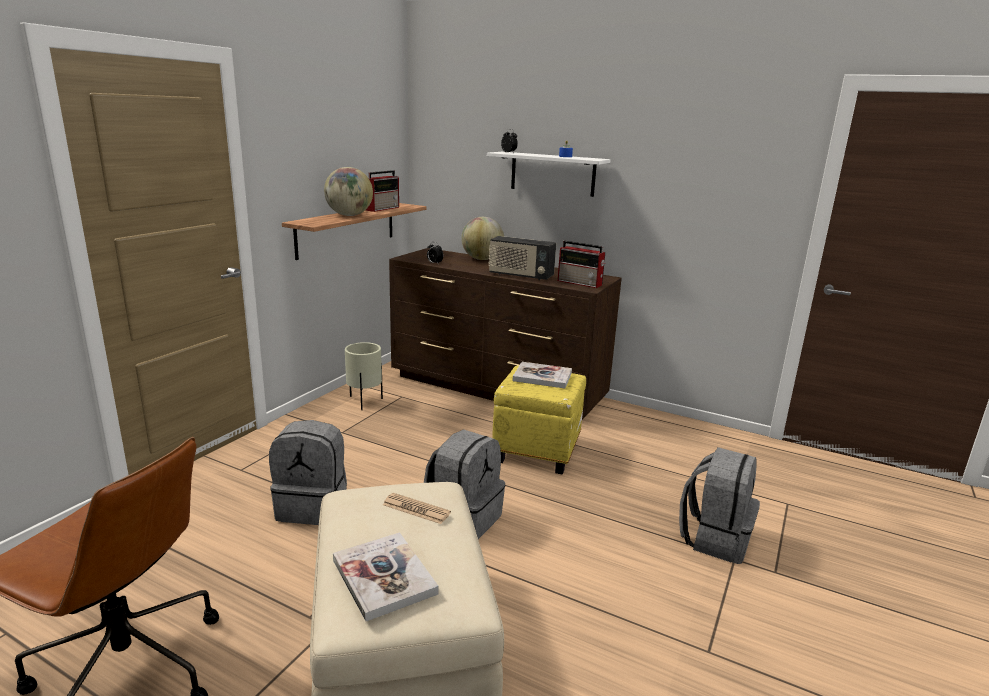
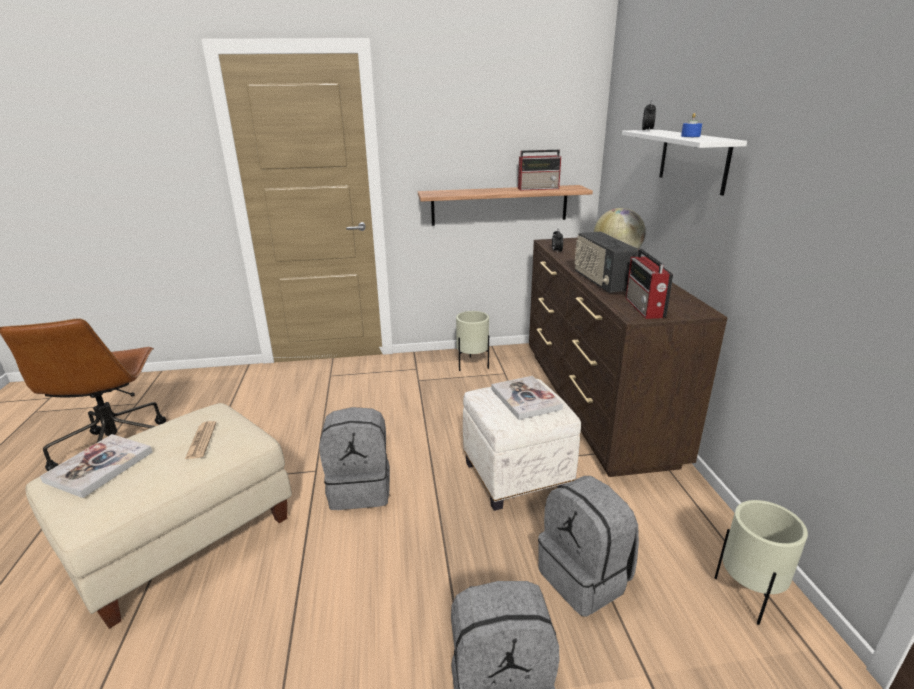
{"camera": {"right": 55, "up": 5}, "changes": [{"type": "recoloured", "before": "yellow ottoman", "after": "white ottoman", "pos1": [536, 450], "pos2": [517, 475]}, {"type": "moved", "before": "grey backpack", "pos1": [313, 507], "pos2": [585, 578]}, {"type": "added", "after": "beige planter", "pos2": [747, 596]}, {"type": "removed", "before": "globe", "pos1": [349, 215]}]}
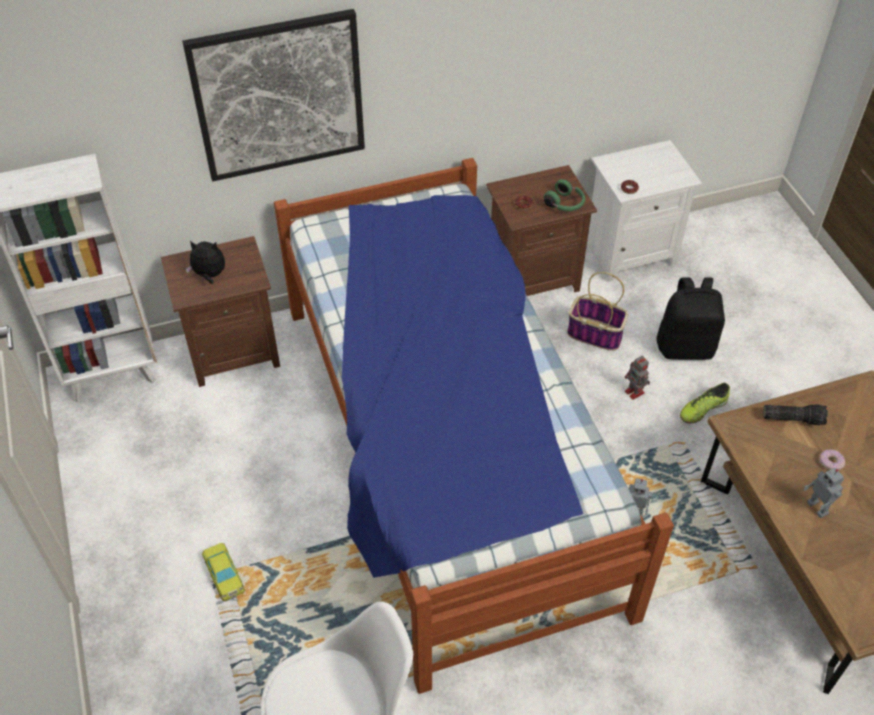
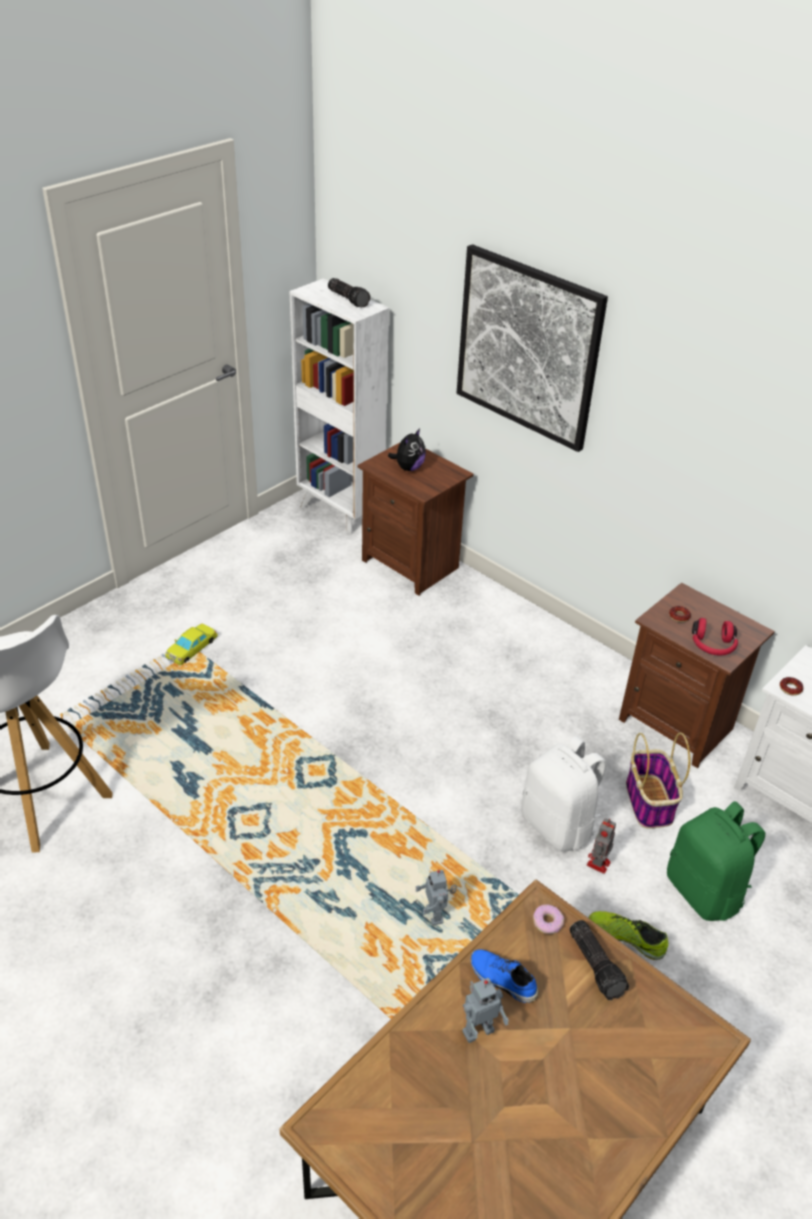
{"camera": {"right": 60, "up": -10}, "changes": [{"type": "added", "after": "flashlight", "pos2": [349, 299]}, {"type": "turned", "before": "plush toy", "pos1": [209, 275], "pos2": [408, 468], "turn": 60}, {"type": "turned", "before": "toy robot", "pos1": [818, 507], "pos2": [477, 1030], "turn": -150}, {"type": "added", "after": "blue shoe", "pos2": [502, 980]}, {"type": "added", "after": "white backpack", "pos2": [558, 825]}, {"type": "moved", "before": "donut", "pos1": [831, 462], "pos2": [547, 922]}, {"type": "recoloured", "before": "black backpack", "after": "green backpack", "pos1": [685, 346], "pos2": [705, 892]}, {"type": "recoloured", "before": "green headphones", "after": "red headphones", "pos1": [565, 204], "pos2": [712, 646]}, {"type": "removed", "before": "bed", "pos1": [445, 451]}]}
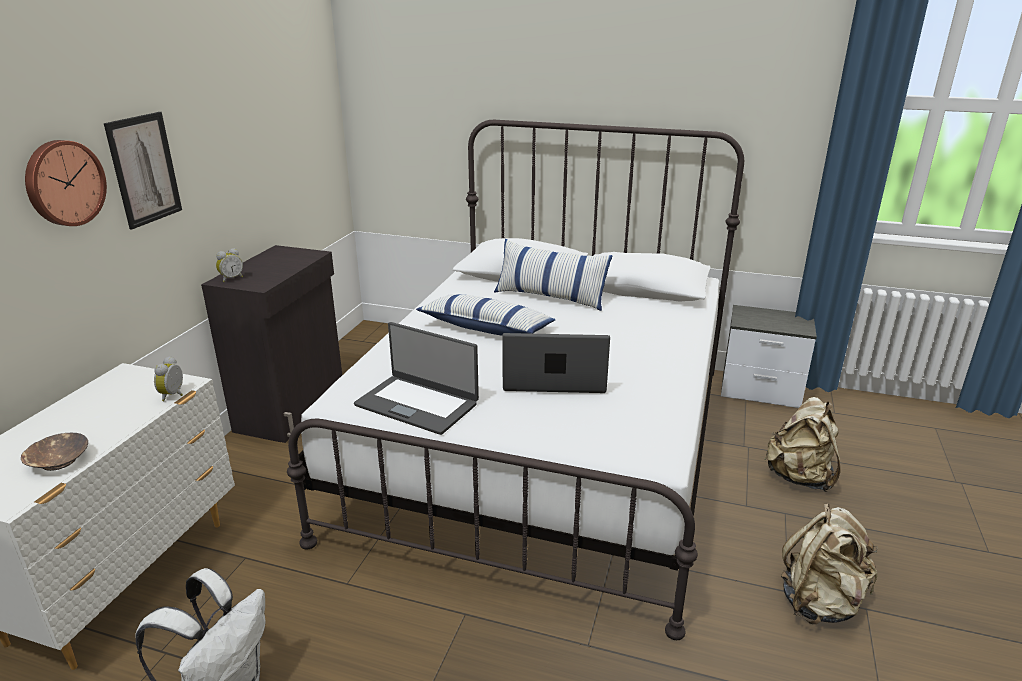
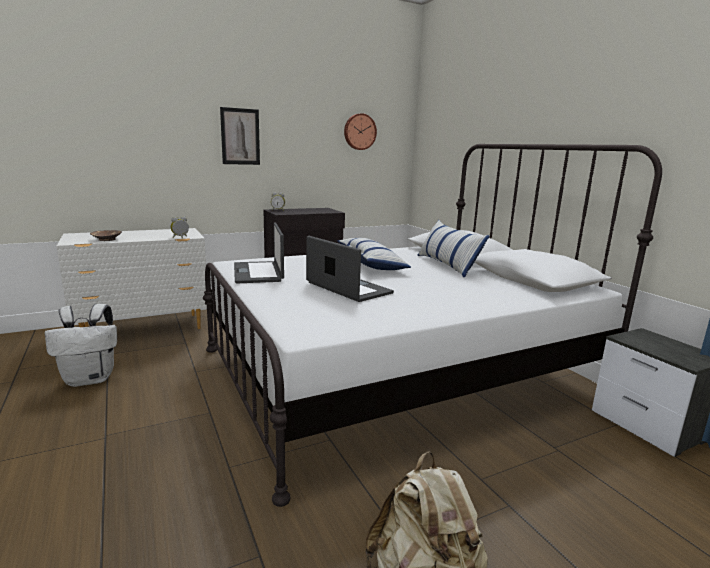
{"camera": {"right": 45, "up": -10}, "changes": [{"type": "moved", "before": "wall clock", "pos1": [63, 183], "pos2": [359, 132]}, {"type": "removed", "before": "beige backpack", "pos1": [799, 477]}]}
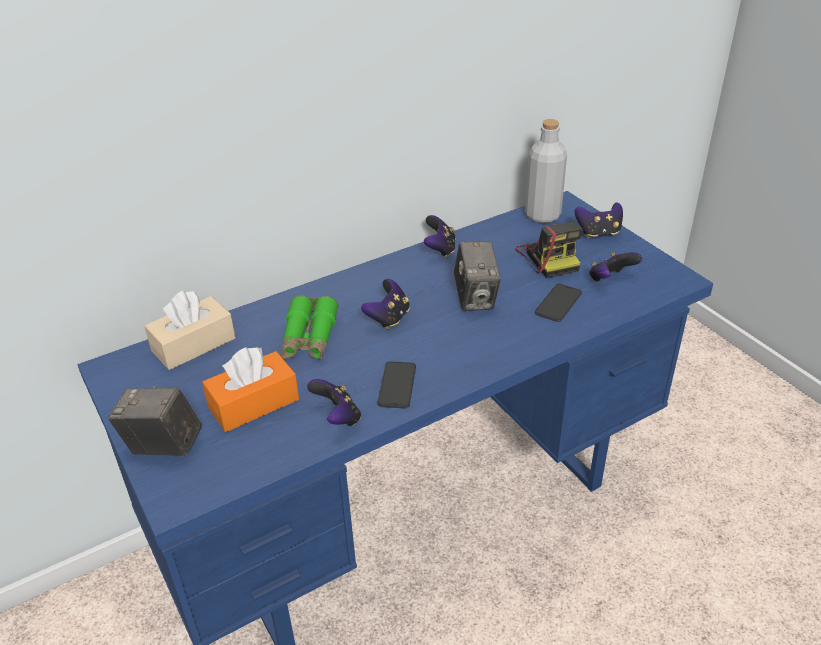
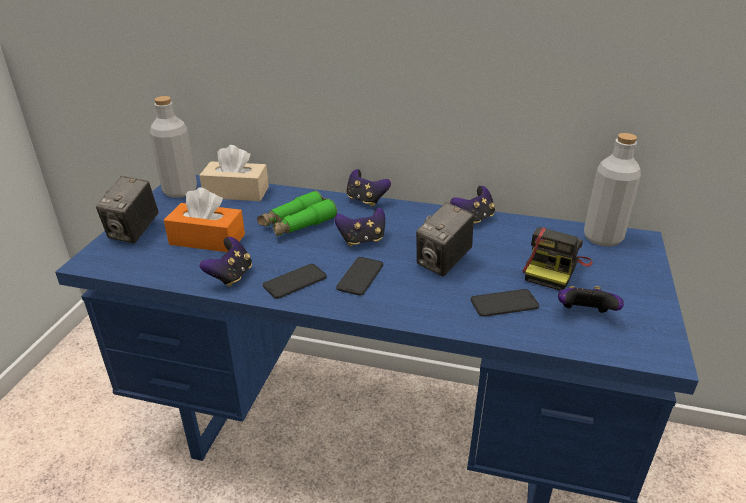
{"camera": {"right": 45, "up": -5}, "changes": [{"type": "turned", "before": "photo camera", "pos1": [163, 446], "pos2": [134, 232], "turn": -135}, {"type": "added", "after": "grey bottle", "pos2": [180, 191]}, {"type": "added", "after": "phone", "pos2": [360, 276]}, {"type": "moved", "before": "game controller", "pos1": [598, 233], "pos2": [366, 200]}]}
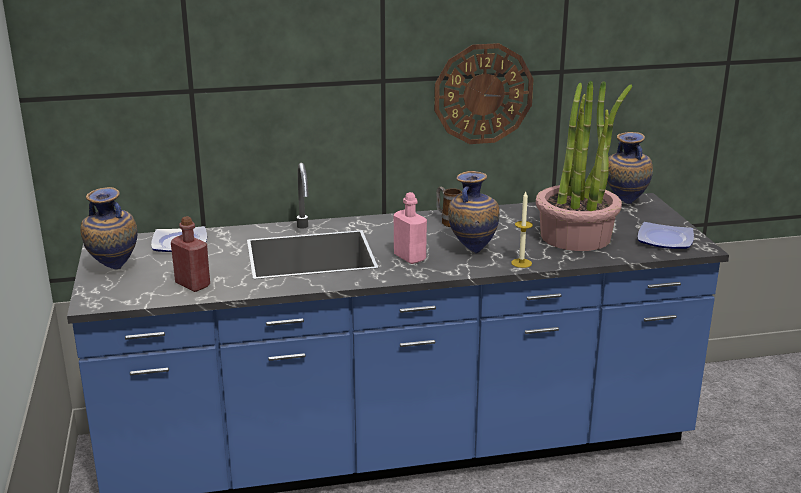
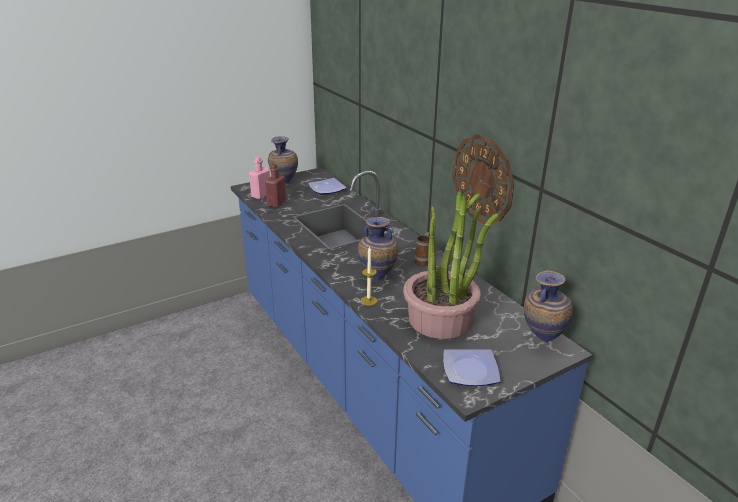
{"camera": {"right": 70, "up": 5}, "changes": [{"type": "moved", "before": "pink bottle", "pos1": [409, 257], "pos2": [261, 195]}]}
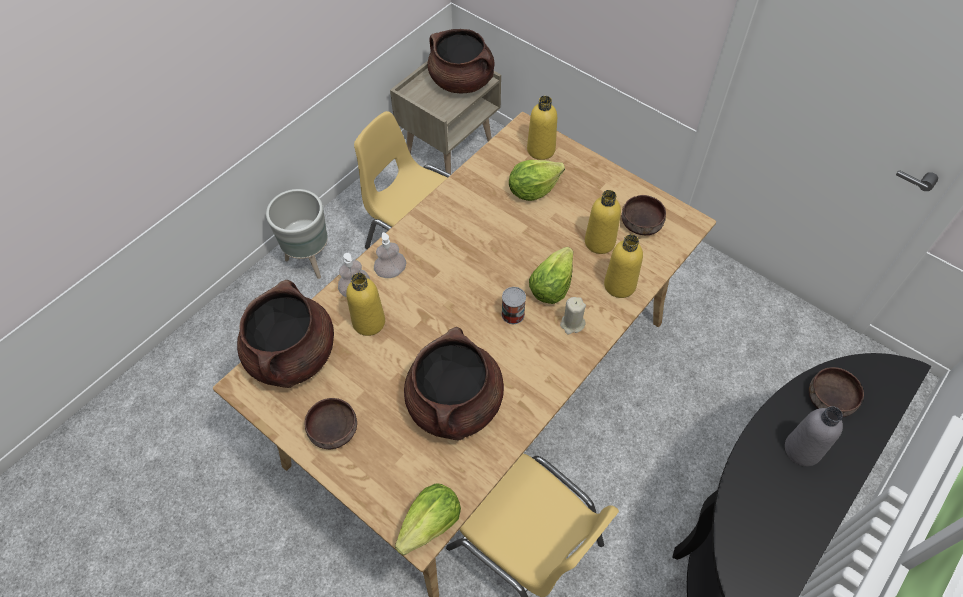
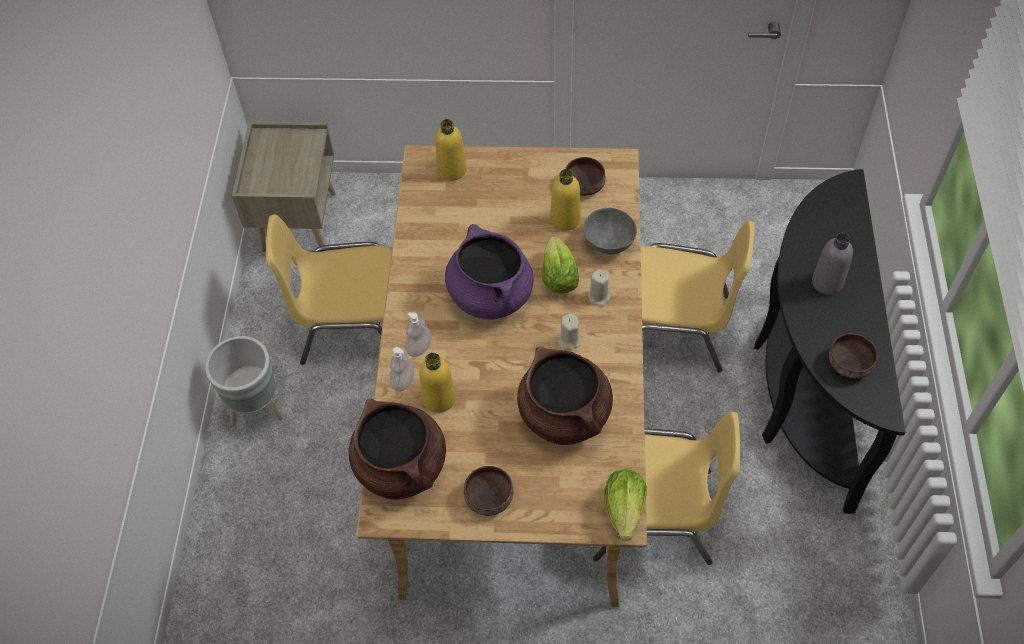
{"camera": {"right": -35, "up": 0}, "changes": [{"type": "added", "after": "purple cooking pot", "pos2": [490, 295]}, {"type": "added", "after": "beige candle", "pos2": [568, 340]}, {"type": "replaced", "before": "yellow bottle", "after": "grey bowl", "pos1": [619, 285], "pos2": [609, 244]}, {"type": "added", "after": "yellow chair", "pos2": [675, 327]}, {"type": "moved", "before": "brown bowl", "pos1": [828, 398], "pos2": [848, 363]}, {"type": "removed", "before": "brown cooking pot", "pos1": [462, 82]}, {"type": "removed", "before": "can", "pos1": [513, 314]}, {"type": "removed", "before": "lettuce", "pos1": [533, 190]}]}
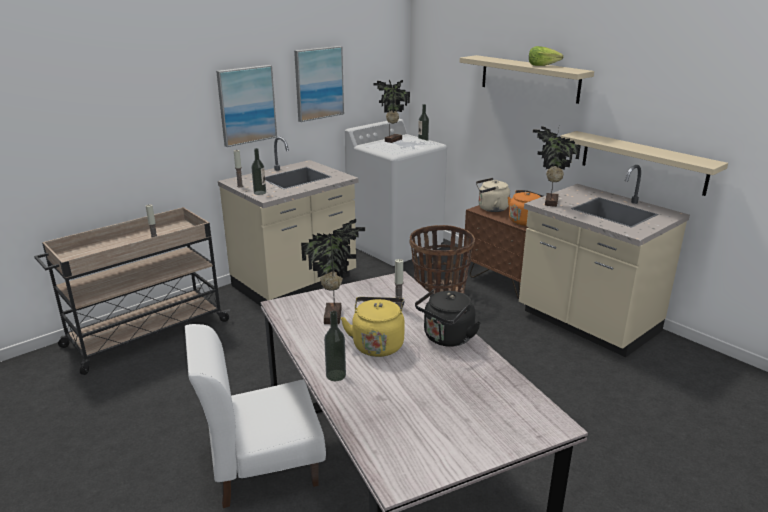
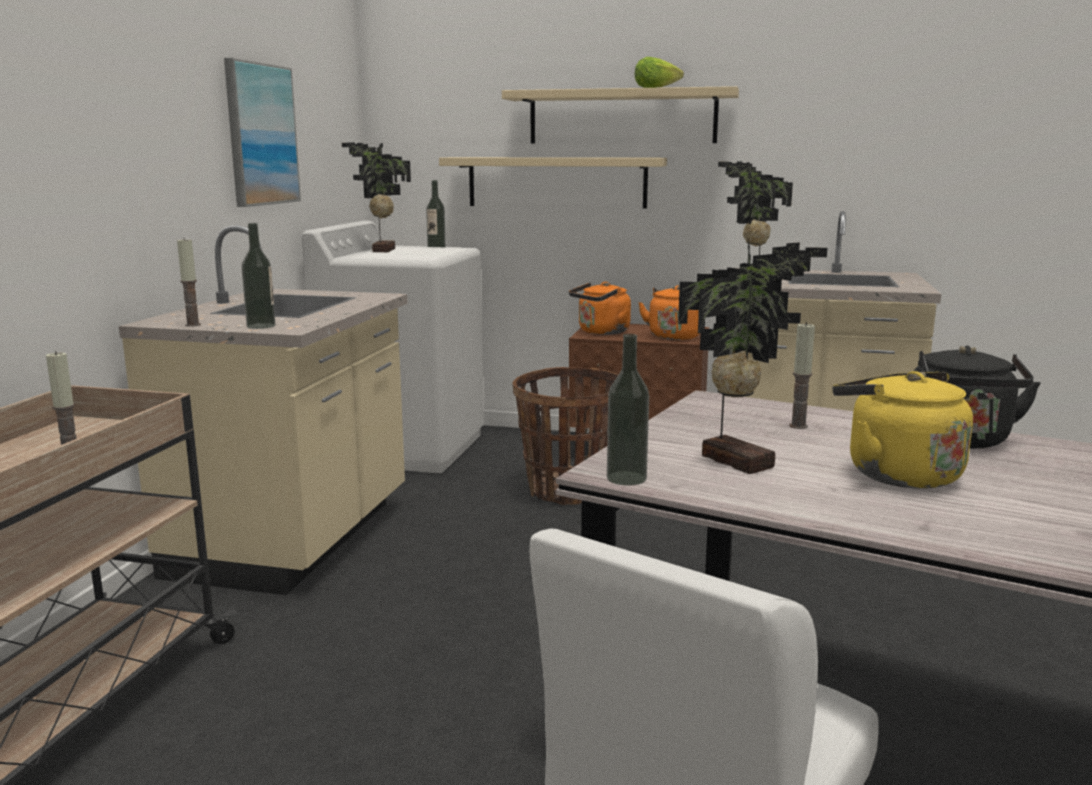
{"camera": {"right": -35, "up": -10}, "changes": [{"type": "moved", "before": "beige shelf", "pos1": [642, 162], "pos2": [556, 182]}, {"type": "recoloured", "before": "beige kettle", "after": "orange kettle", "pos1": [491, 208], "pos2": [601, 332]}, {"type": "moved", "before": "bottle", "pos1": [336, 375], "pos2": [626, 478]}, {"type": "removed", "before": "picture", "pos1": [247, 105]}]}
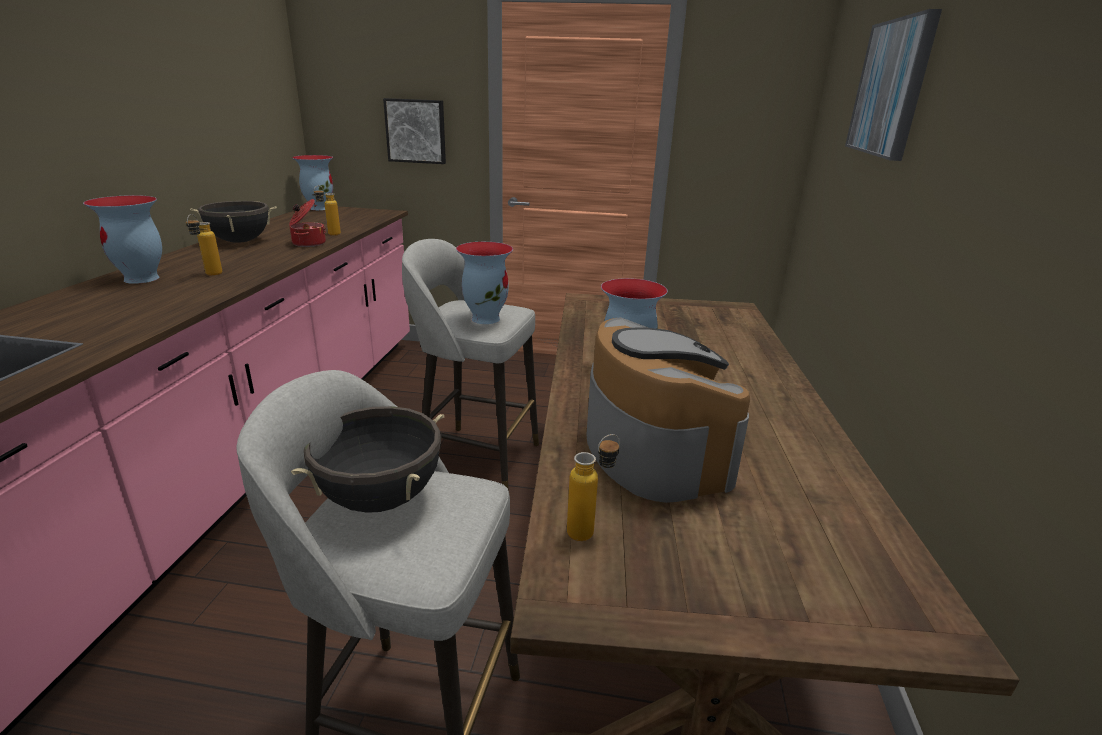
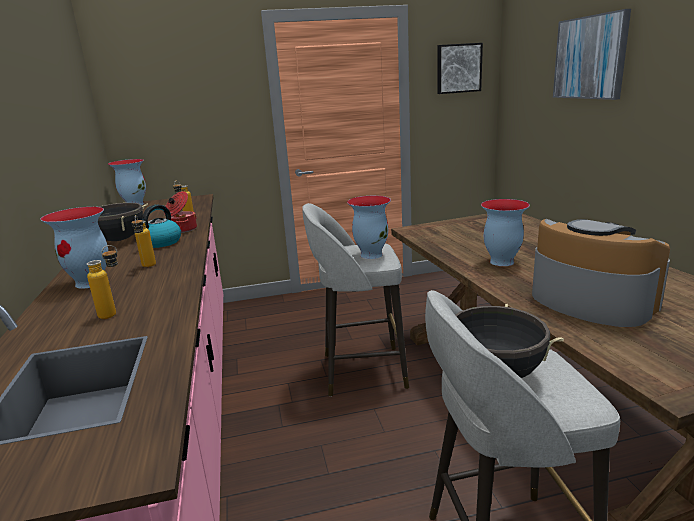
{"camera": {"right": -20, "up": -5}, "changes": [{"type": "moved", "before": "bottle", "pos1": [590, 530], "pos2": [114, 313]}, {"type": "added", "after": "kettle", "pos2": [161, 243]}, {"type": "moved", "before": "picture", "pos1": [416, 131], "pos2": [458, 68]}]}
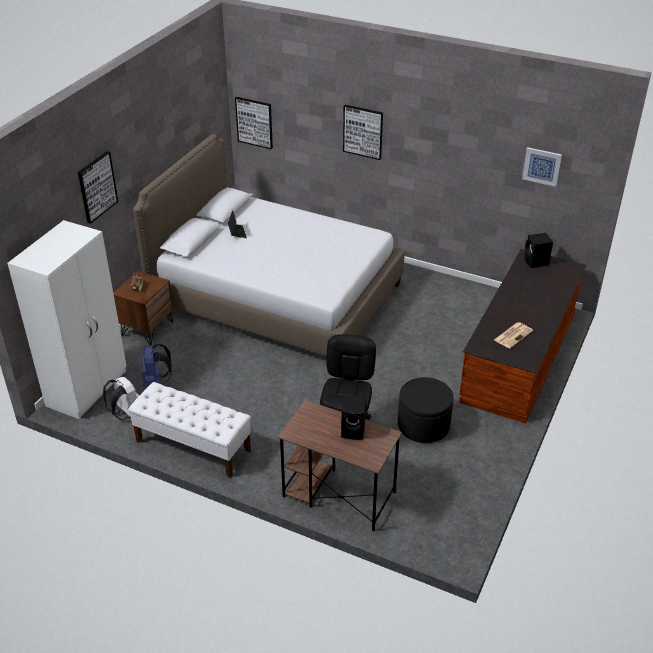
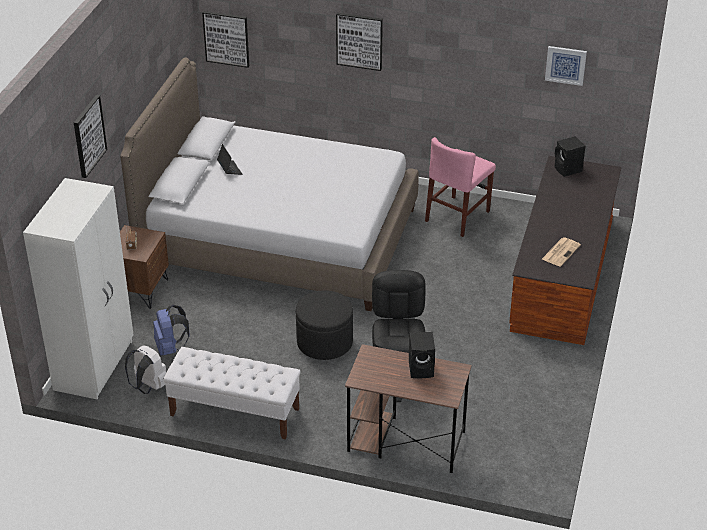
{"camera": {"right": -10, "up": 0}, "changes": [{"type": "moved", "before": "black ottoman", "pos1": [423, 425], "pos2": [324, 342]}, {"type": "added", "after": "pink chair", "pos2": [457, 216]}]}
